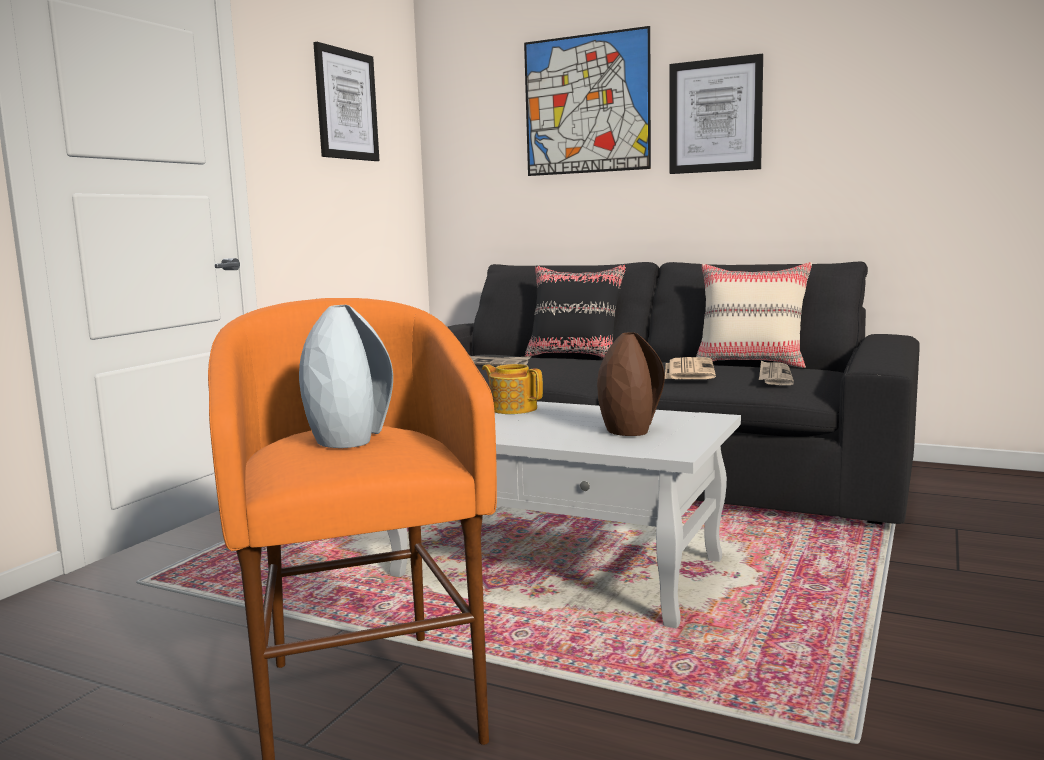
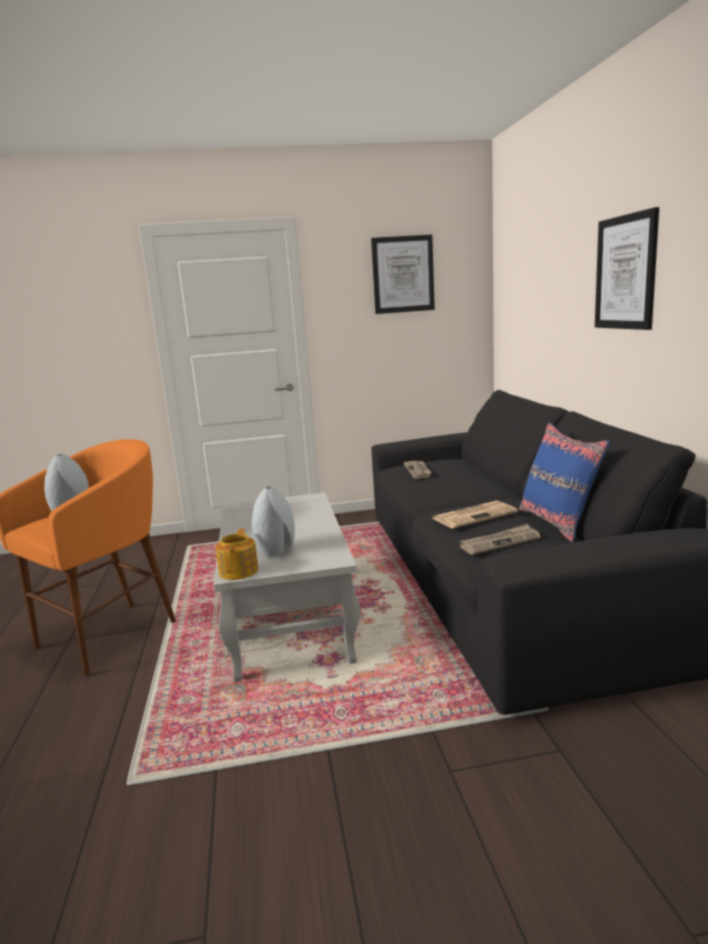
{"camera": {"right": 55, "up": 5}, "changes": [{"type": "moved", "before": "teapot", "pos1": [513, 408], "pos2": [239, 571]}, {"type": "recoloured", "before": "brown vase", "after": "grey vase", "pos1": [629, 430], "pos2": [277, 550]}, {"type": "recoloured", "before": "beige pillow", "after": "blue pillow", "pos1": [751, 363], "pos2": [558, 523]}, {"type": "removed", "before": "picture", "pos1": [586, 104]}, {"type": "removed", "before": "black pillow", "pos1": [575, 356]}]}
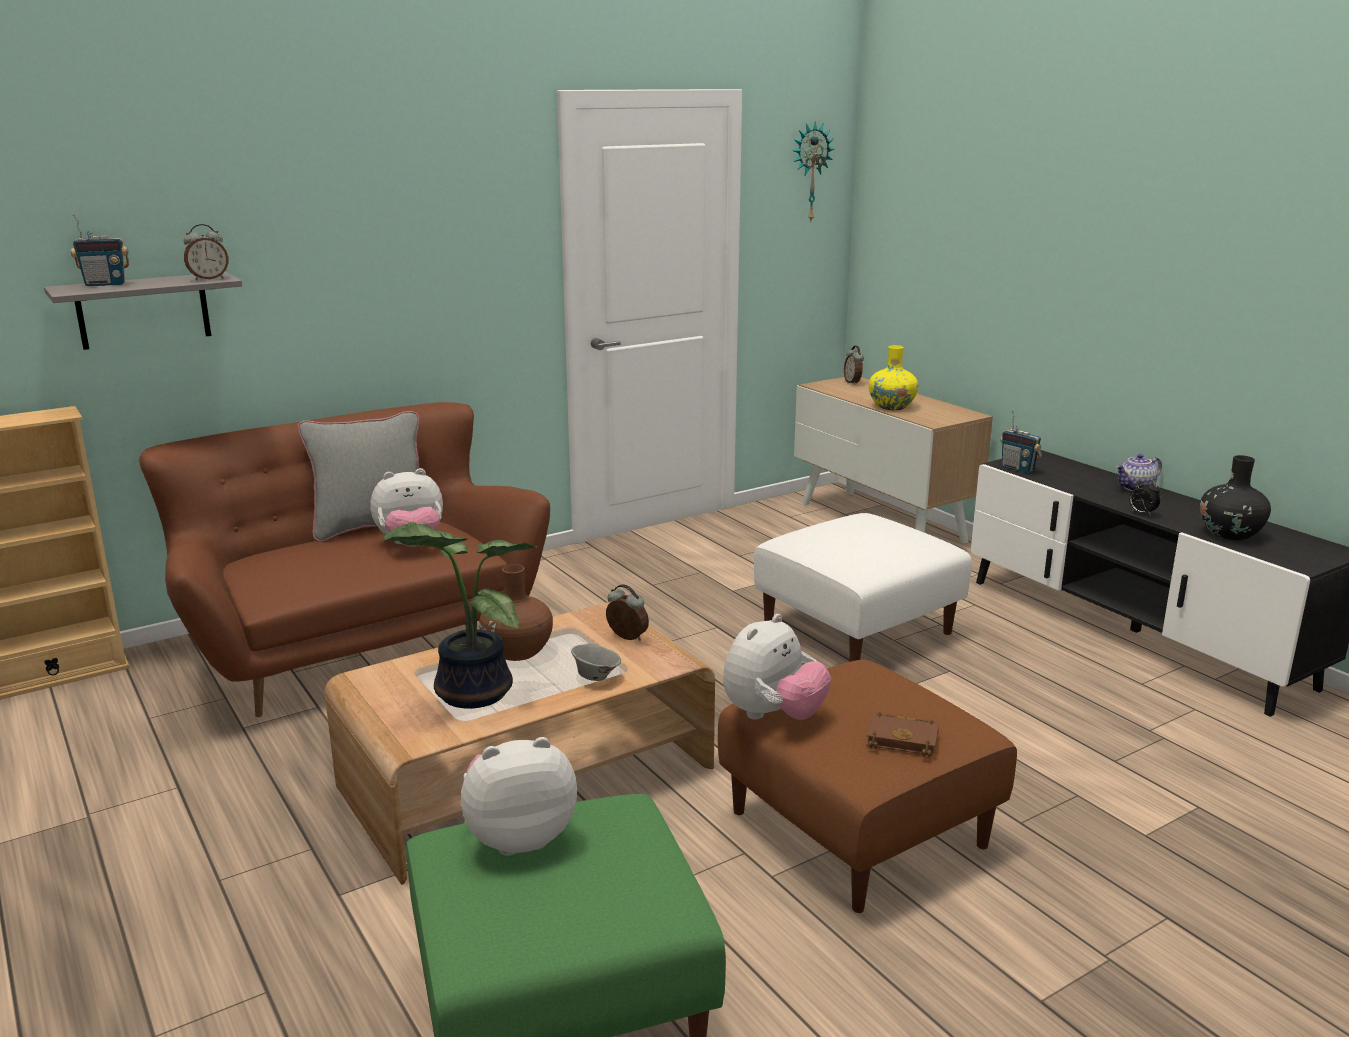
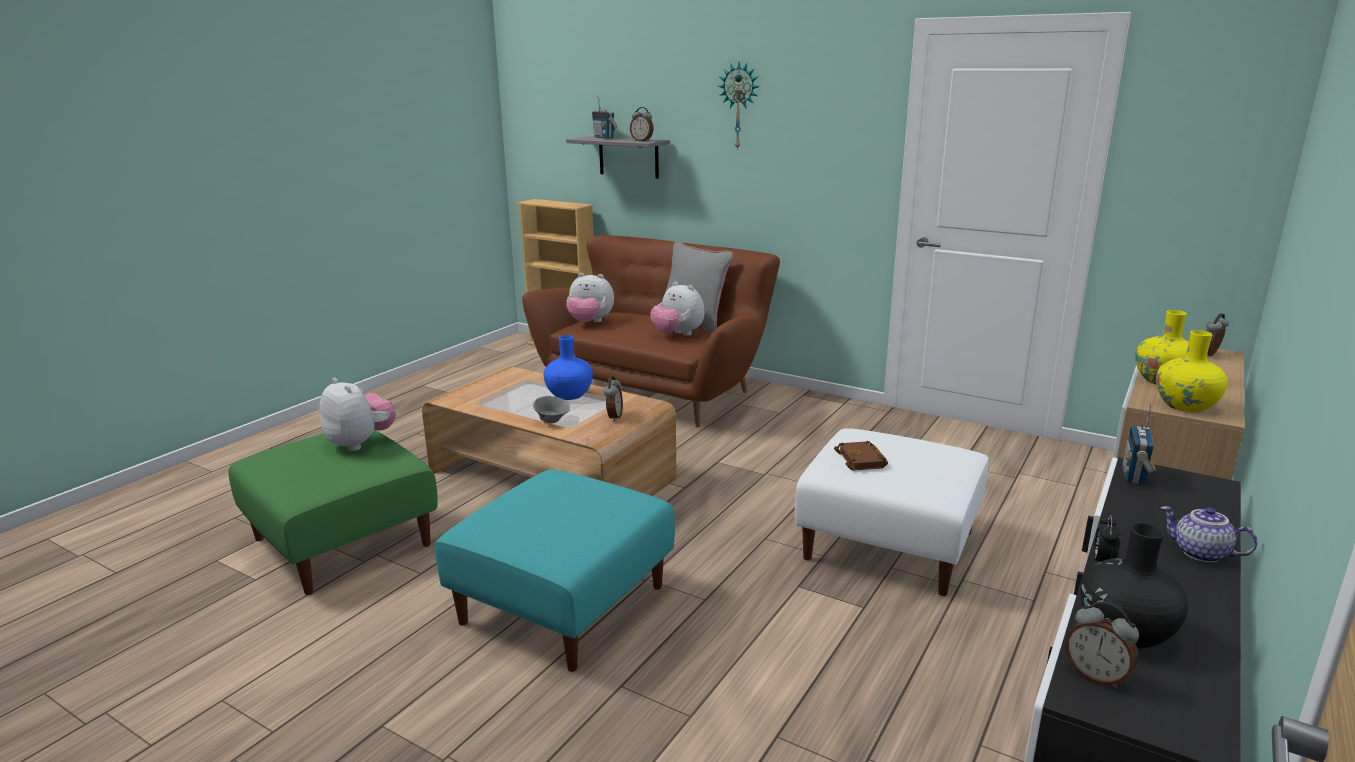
{"camera": {"right": 65, "up": 0}, "changes": [{"type": "recoloured", "before": "brown ottoman", "after": "turquoise ottoman", "pos1": [859, 828], "pos2": [564, 605]}, {"type": "recoloured", "before": "brown vase", "after": "blue vase", "pos1": [517, 652], "pos2": [569, 395]}, {"type": "moved", "before": "plush toy", "pos1": [773, 715], "pos2": [590, 323]}, {"type": "moved", "before": "wall clock", "pos1": [810, 172], "pos2": [739, 106]}, {"type": "moved", "before": "brown book", "pos1": [904, 739], "pos2": [862, 460]}, {"type": "added", "after": "alarm clock", "pos2": [1096, 675]}, {"type": "added", "after": "yellow vase", "pos2": [1185, 406]}, {"type": "removed", "before": "potted plant", "pos1": [468, 693]}]}
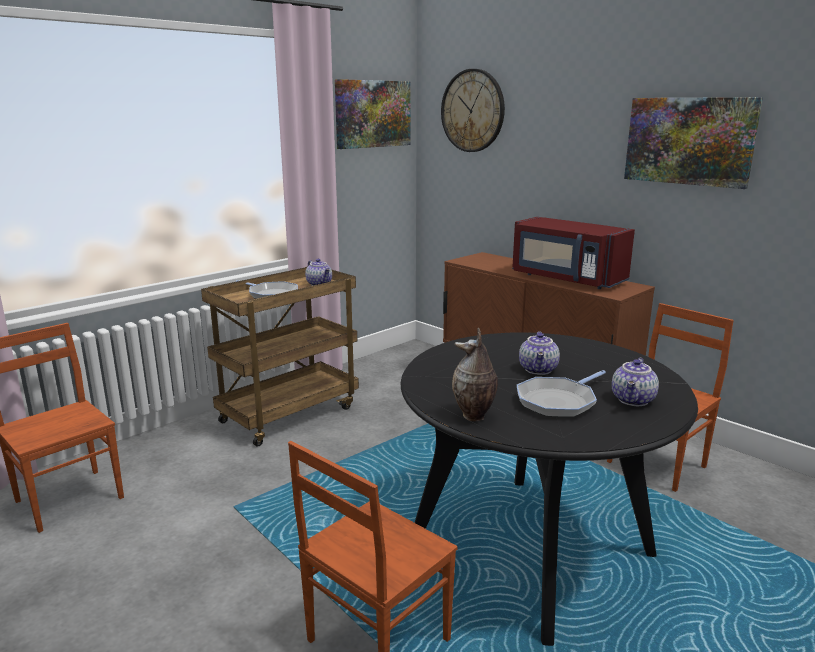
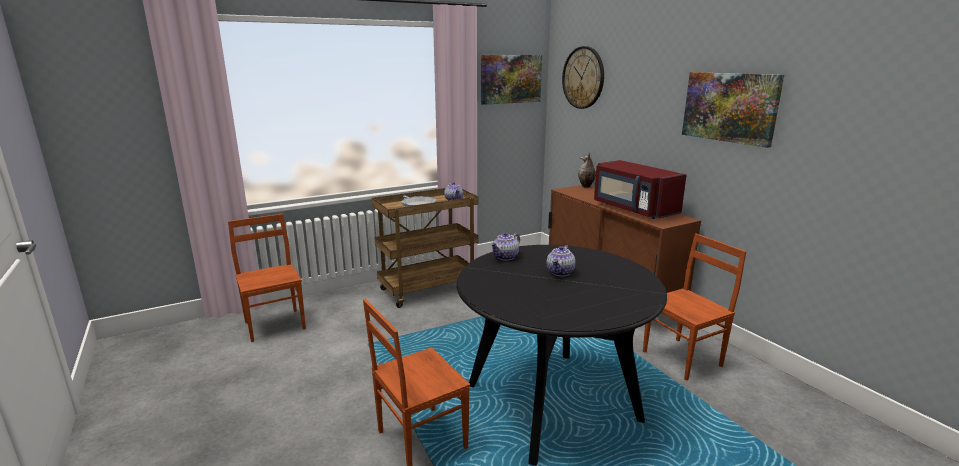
{"camera": {"right": 15, "up": 0}, "changes": [{"type": "moved", "before": "teapot", "pos1": [634, 400], "pos2": [505, 257]}, {"type": "moved", "before": "vase", "pos1": [474, 416], "pos2": [586, 187]}, {"type": "removed", "before": "frying pan", "pos1": [558, 401]}]}
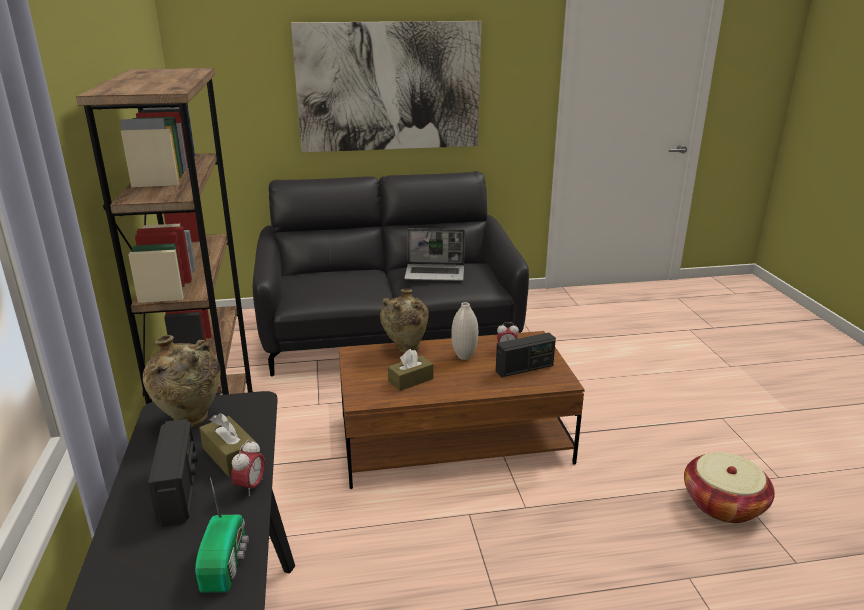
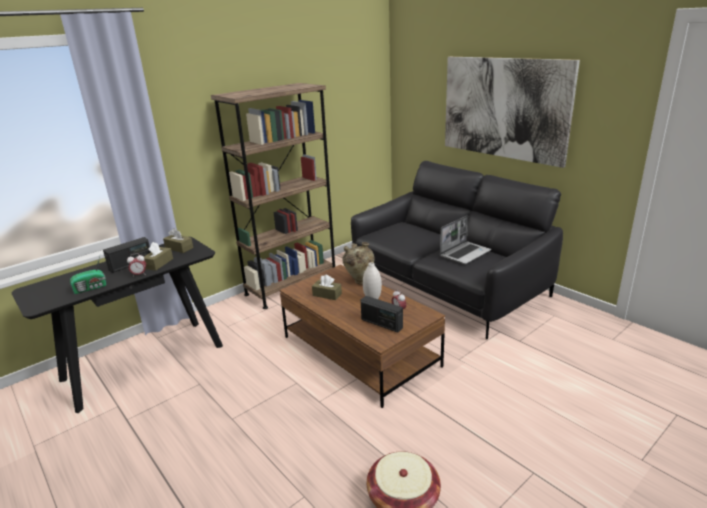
{"camera": {"right": 60, "up": 0}, "changes": [{"type": "replaced", "before": "beige vase", "after": "brown tissue box", "pos1": [191, 422], "pos2": [179, 248]}, {"type": "turned", "before": "laptop", "pos1": [435, 274], "pos2": [465, 253], "turn": -105}]}
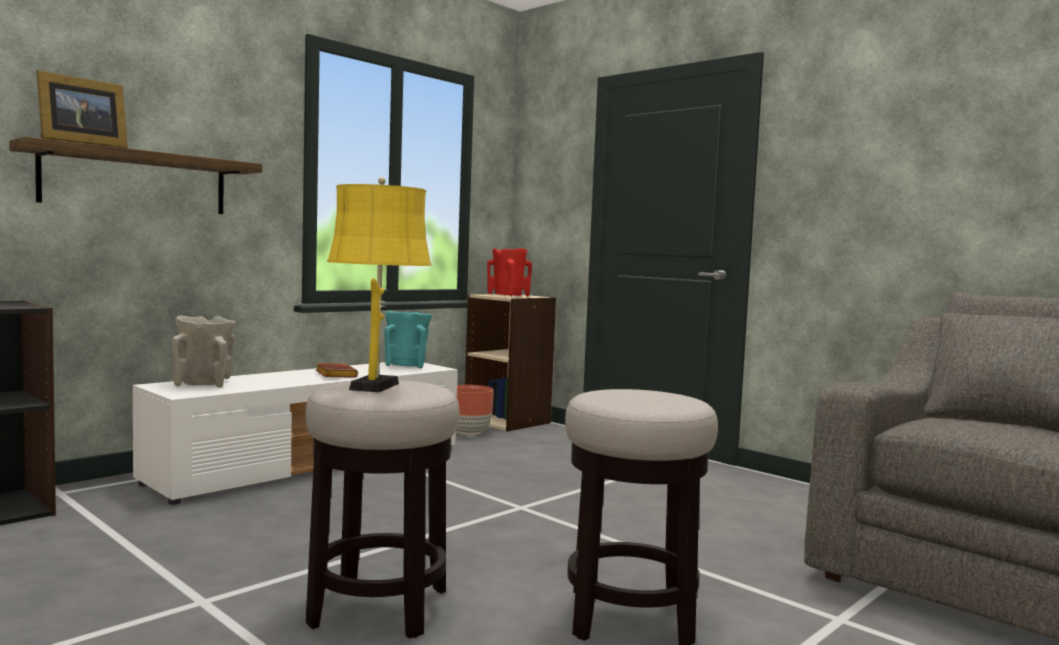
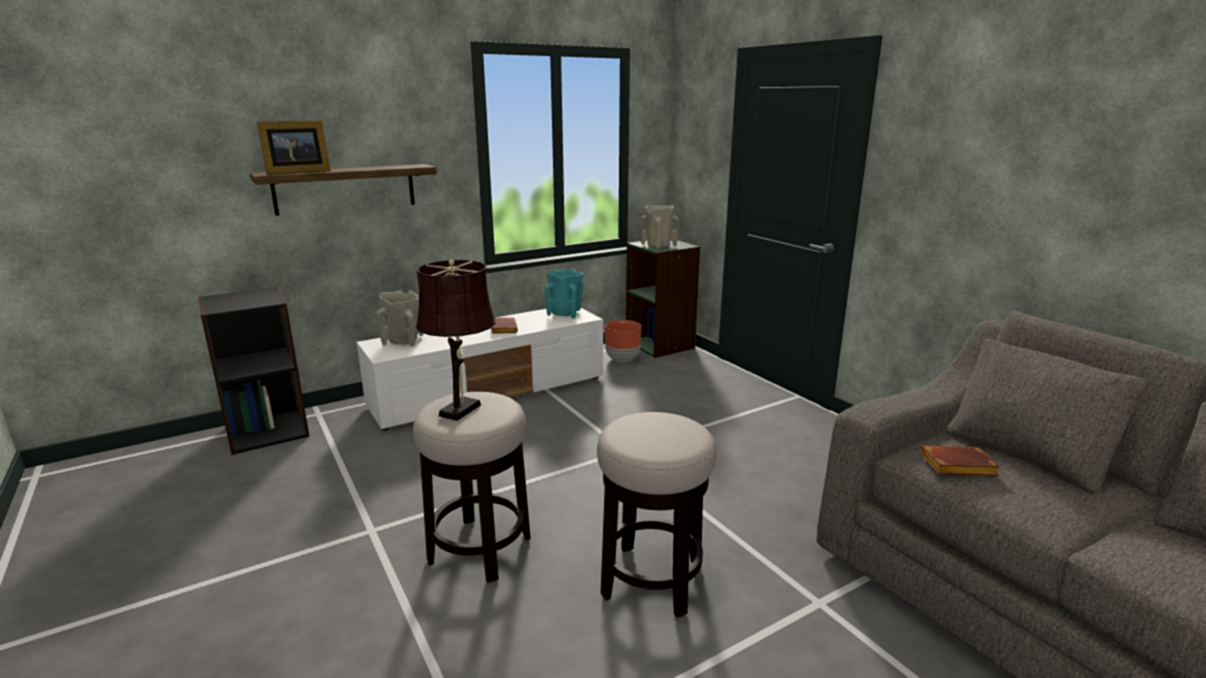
{"camera": {"right": 15, "up": 15}, "changes": [{"type": "recoloured", "before": "yellow table lamp", "after": "brown table lamp", "pos1": [377, 385], "pos2": [463, 408]}, {"type": "recoloured", "before": "beige bookcase", "after": "green bookcase", "pos1": [508, 421], "pos2": [660, 345]}, {"type": "recoloured", "before": "red vase", "after": "beige vase", "pos1": [508, 296], "pos2": [658, 246]}, {"type": "added", "after": "brown book", "pos2": [956, 467]}]}
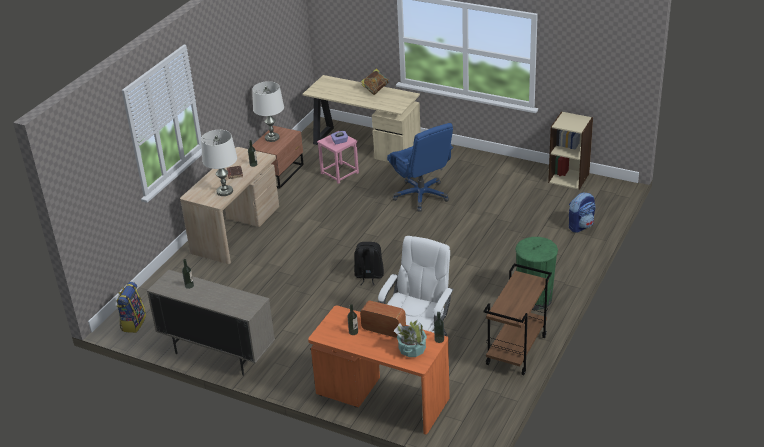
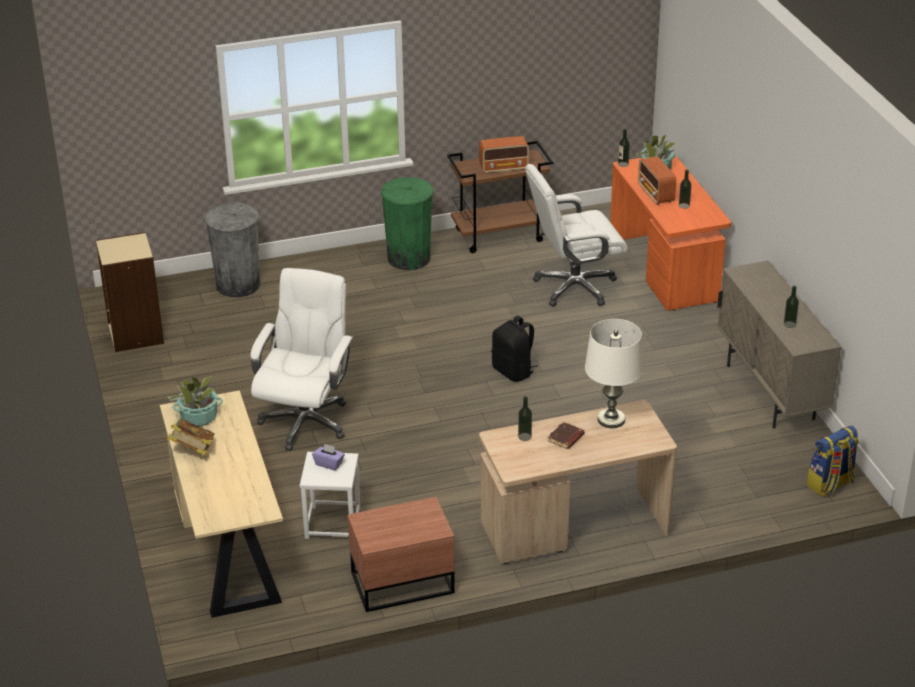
{"camera": {"right": -135, "up": 0}, "changes": [{"type": "added", "after": "potted plant", "pos2": [199, 417]}, {"type": "replaced", "before": "backpack", "after": "grey trash can", "pos1": [581, 226], "pos2": [238, 285]}, {"type": "recoloured", "before": "blue office chair", "after": "white office chair", "pos1": [421, 195], "pos2": [305, 421]}, {"type": "recoloured", "before": "pink stool", "after": "white stool", "pos1": [339, 173], "pos2": [333, 523]}, {"type": "added", "after": "radio", "pos2": [504, 168]}, {"type": "removed", "before": "white table lamp", "pos1": [272, 138]}]}
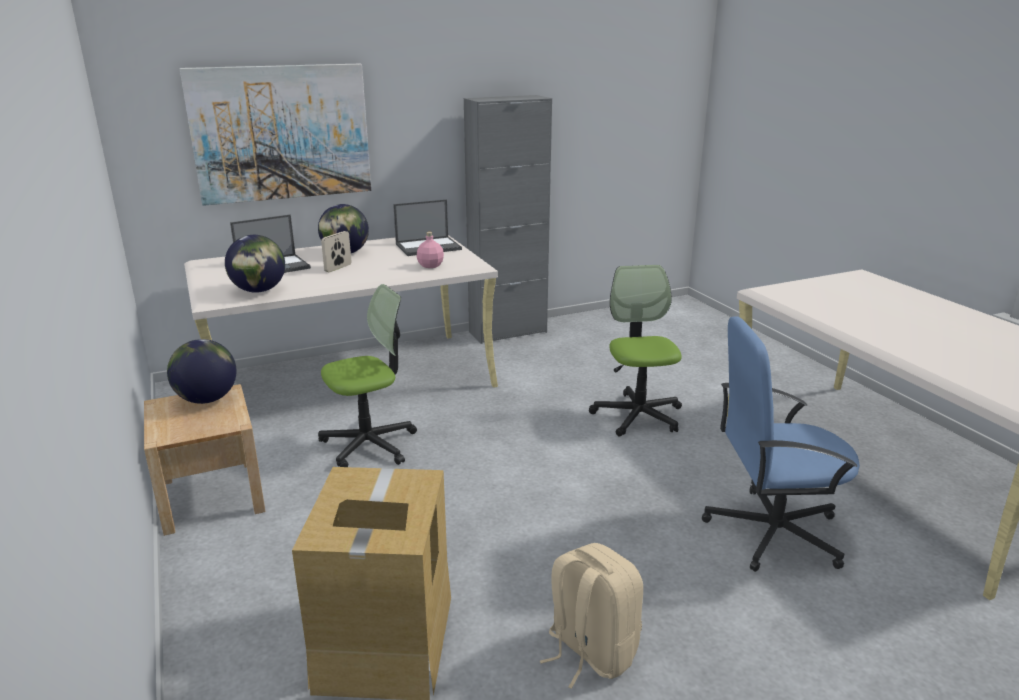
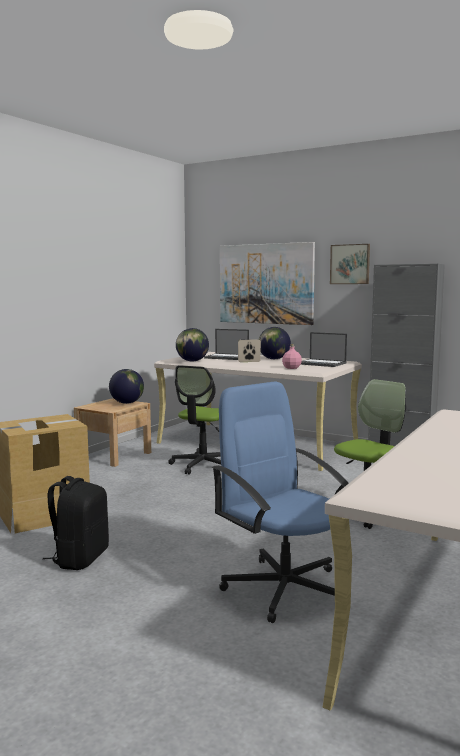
{"camera": {"right": 55, "up": -15}, "changes": [{"type": "recoloured", "before": "beige backpack", "after": "black backpack", "pos1": [589, 652], "pos2": [80, 558]}, {"type": "turned", "before": "office chair", "pos1": [369, 444], "pos2": [202, 465], "turn": 90}, {"type": "added", "after": "picture", "pos2": [350, 264]}]}
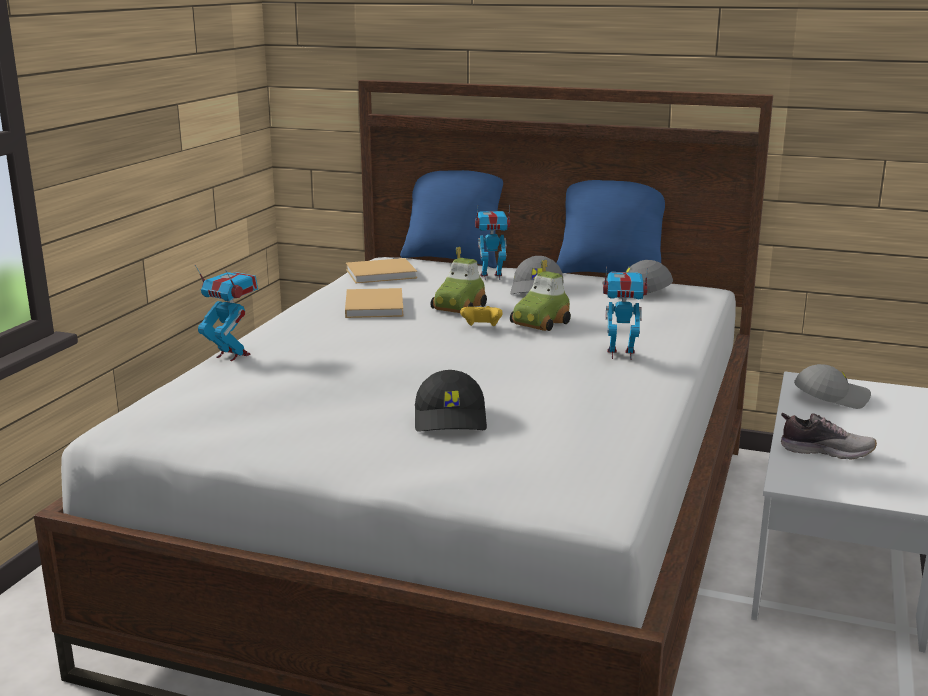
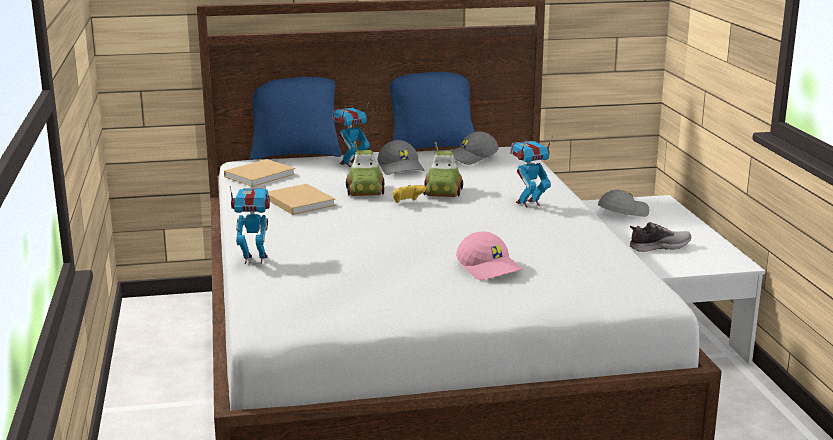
{"camera": {"right": -30, "up": 0}, "changes": [{"type": "recoloured", "before": "black cap", "after": "pink cap", "pos1": [452, 419], "pos2": [490, 268]}]}
